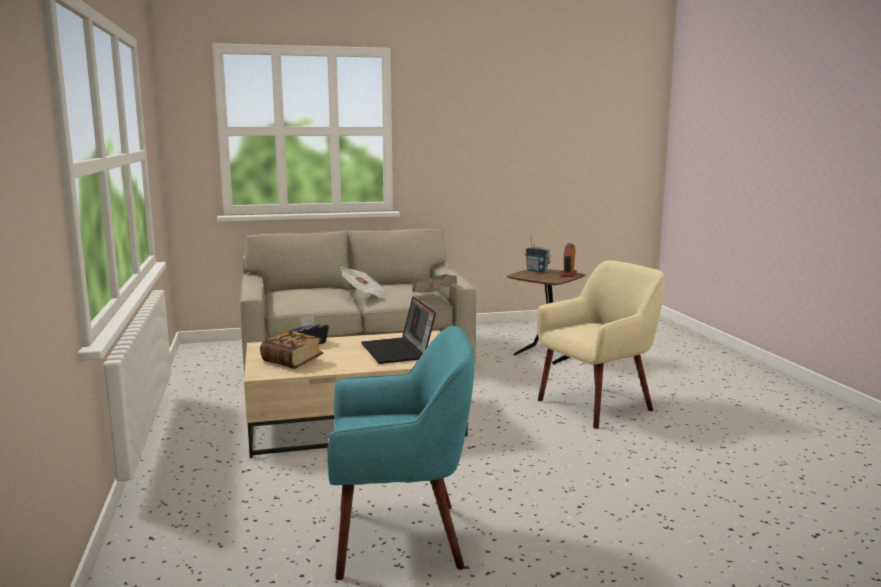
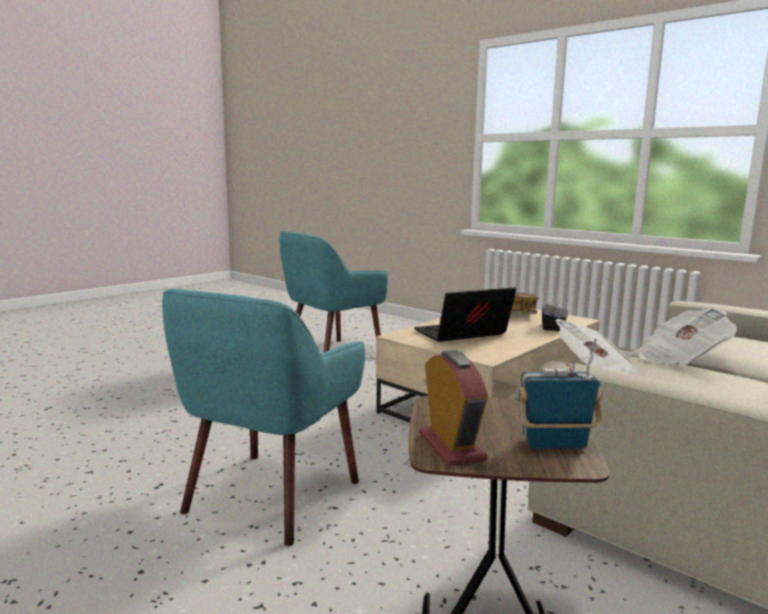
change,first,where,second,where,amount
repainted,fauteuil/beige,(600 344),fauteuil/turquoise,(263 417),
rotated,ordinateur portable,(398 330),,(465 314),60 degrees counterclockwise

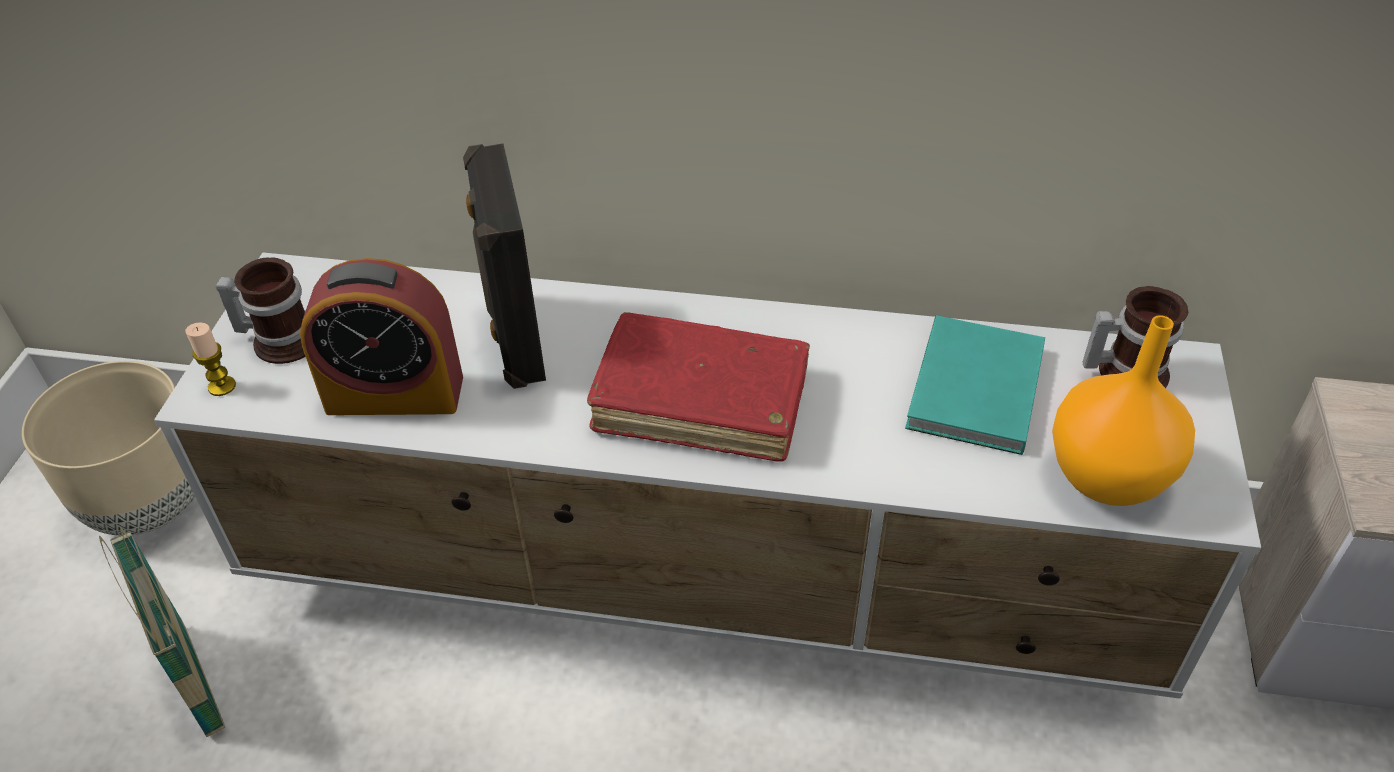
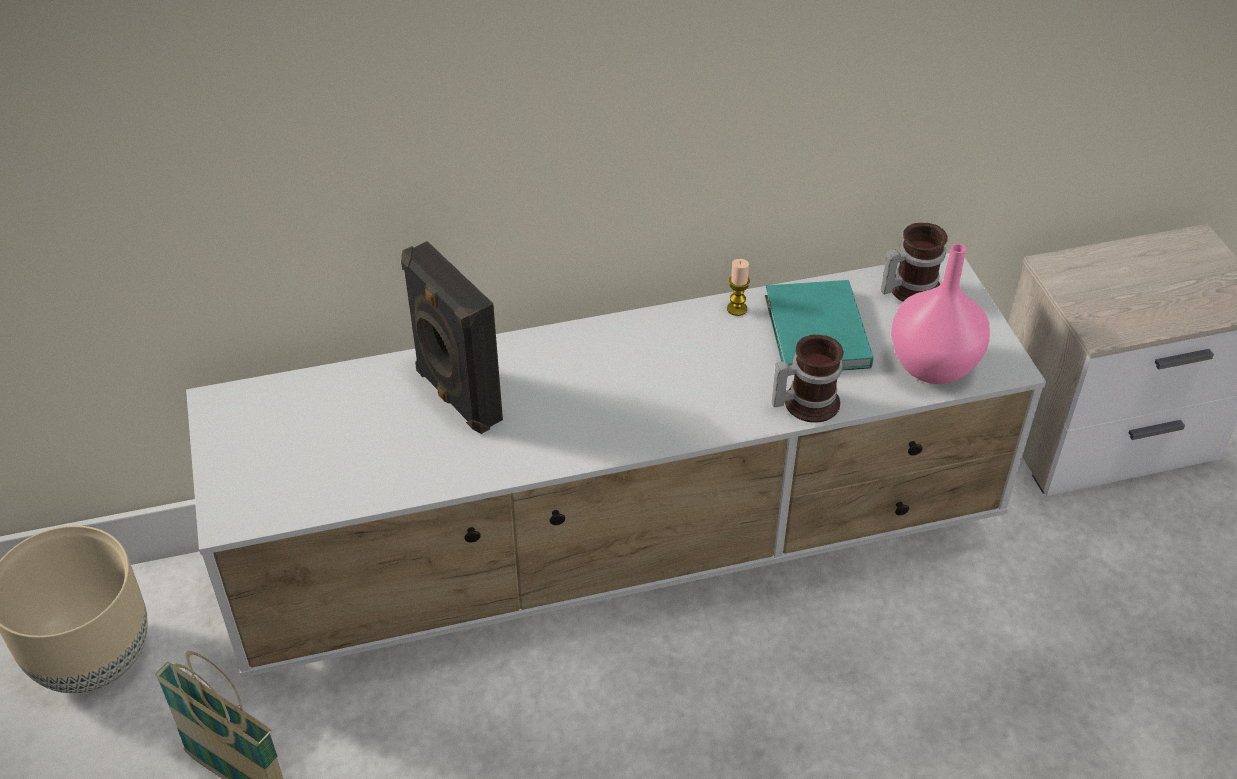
change,first,where,second,where,amount
shifted,bougie,(211 359),,(738 287),
shifted,mug,(260 310),,(808 379),
repainted,vase/orange,(1123 410),vase/rose,(940 314),
gone,réveil,(381 336),,,
gone,livre/rouge,(698 387),,,

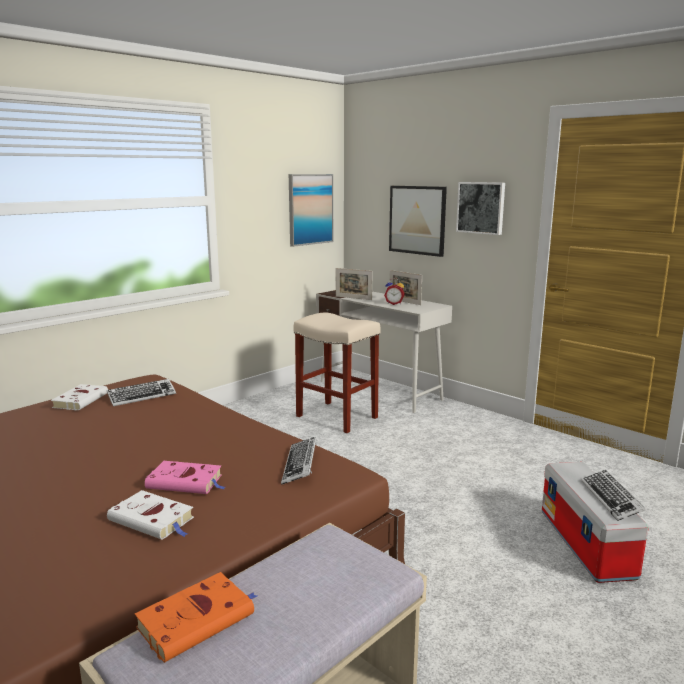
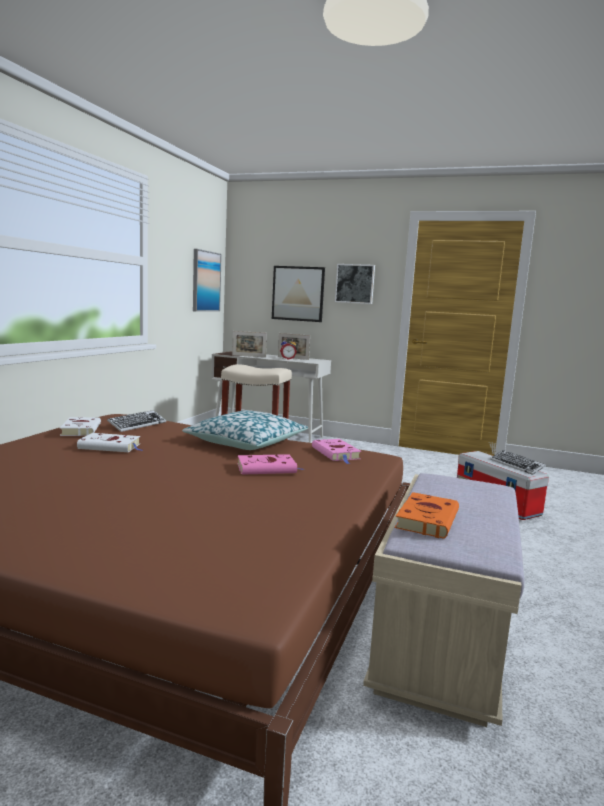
change,first,where,second,where,amount
shifted,livre/blanc,(150 515),,(110 442),
new,,,coussin,(245 430),
swapped,clavier,(299 461),livre/rose,(336 451),

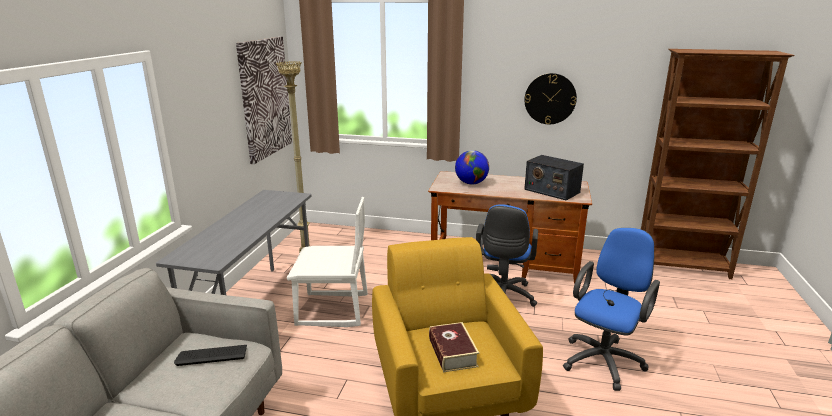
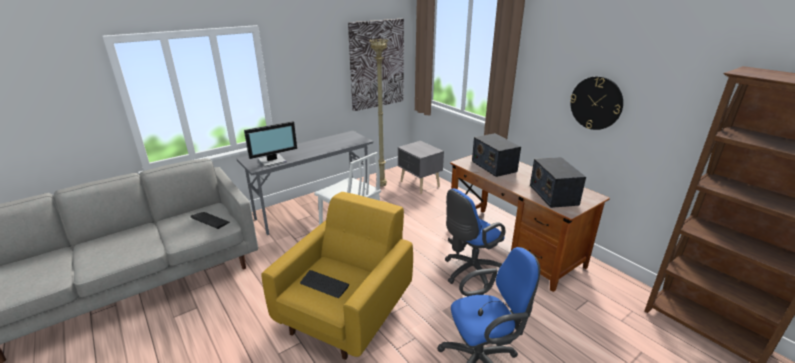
change,first,where,second,where,amount
new,,,écran d'ordinateur,(270 144),
swapped,livre,(454 347),clavier,(324 284),
new,,,table de chevet/gris,(421 167),
swapped,globe,(472 167),radio,(496 155),

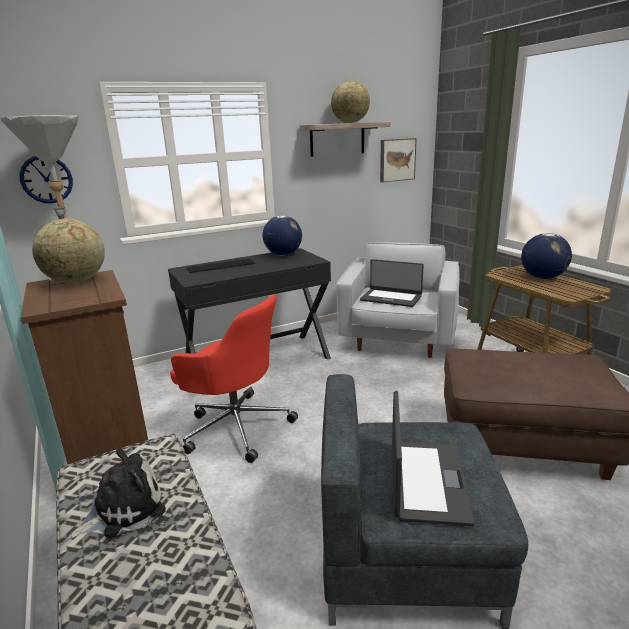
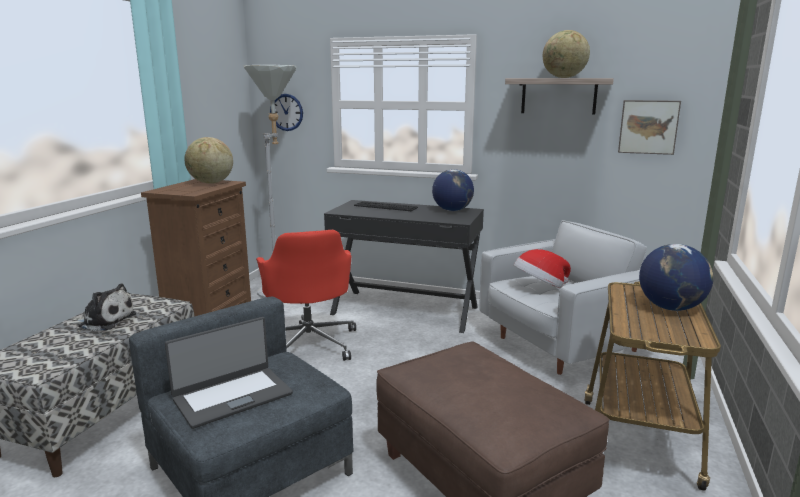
change,first,where,second,where,amount
swapped,ordinateur portable,(392 283),chapeau,(542 268),

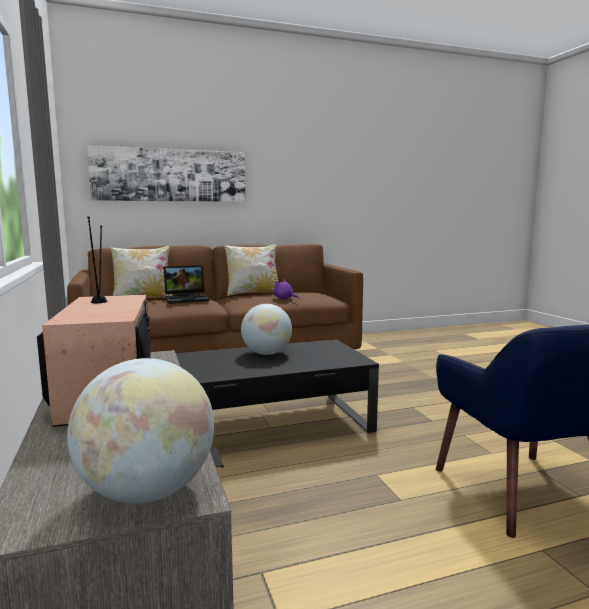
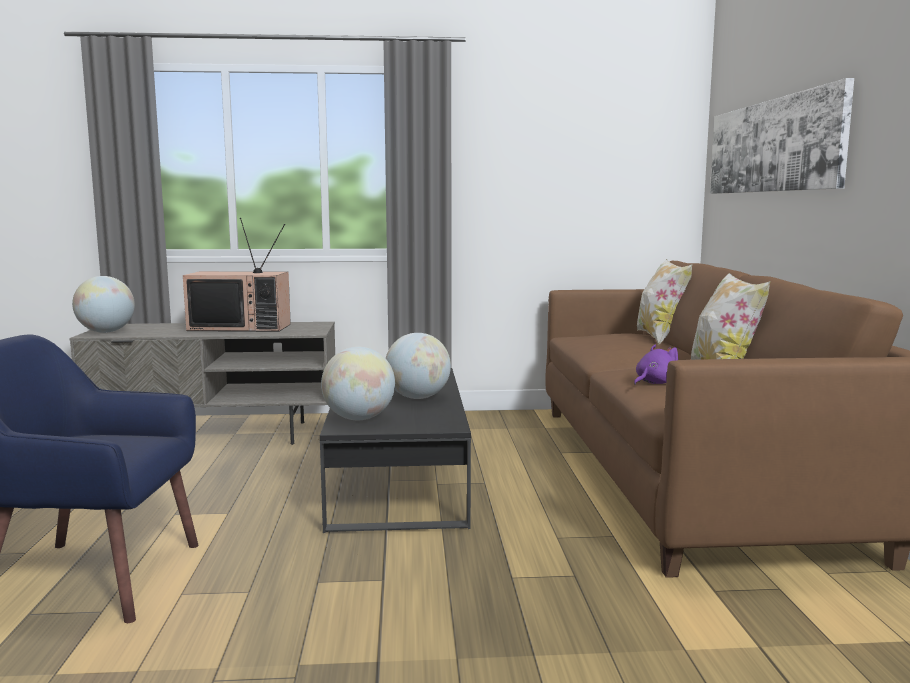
change,first,where,second,where,amount
new,,,globe,(358 383),
gone,ordinateur portable,(186 284),,,

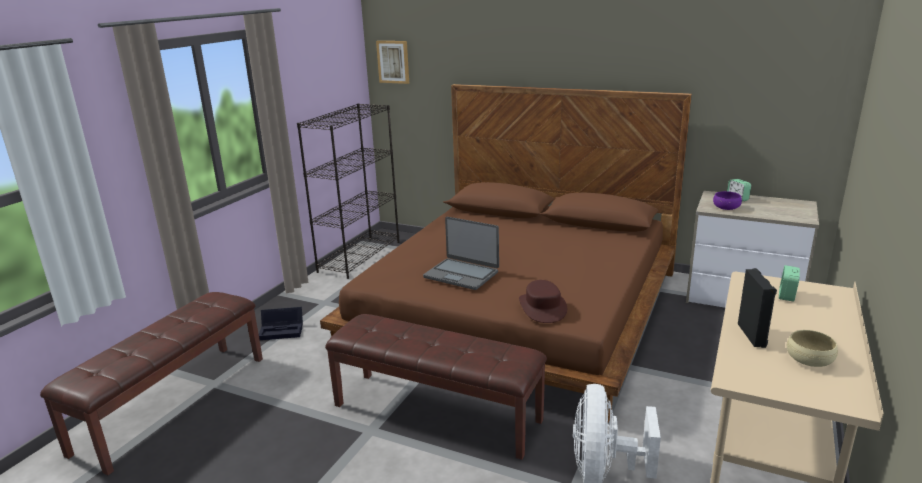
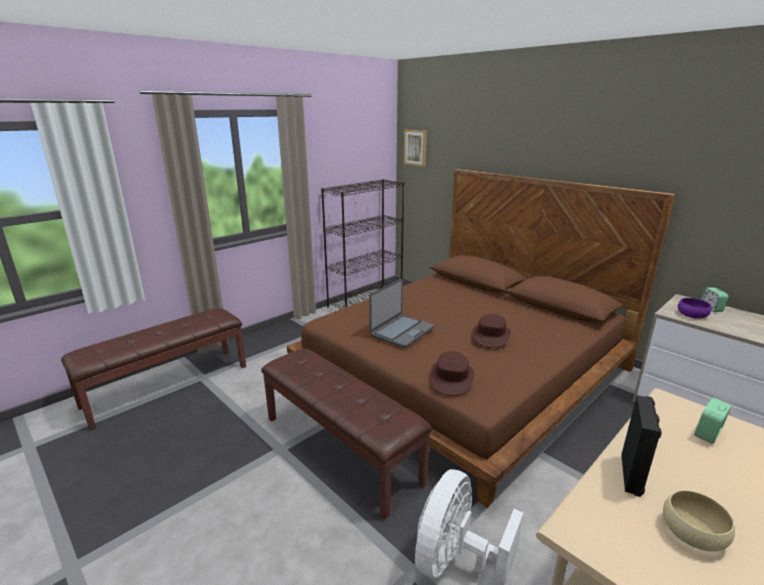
change,first,where,second,where,amount
rotated,ordinateur portable,(461 253),,(402 313),105 degrees counterclockwise
new,,,chapeau/marron,(491 331),
gone,boîte de rangement/noir,(281 323),,,

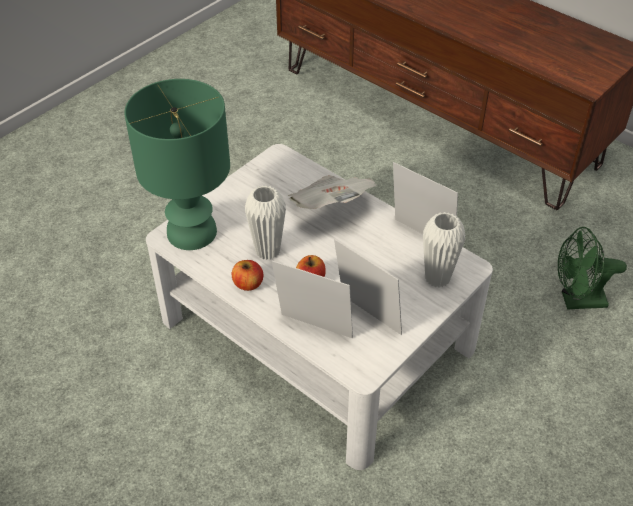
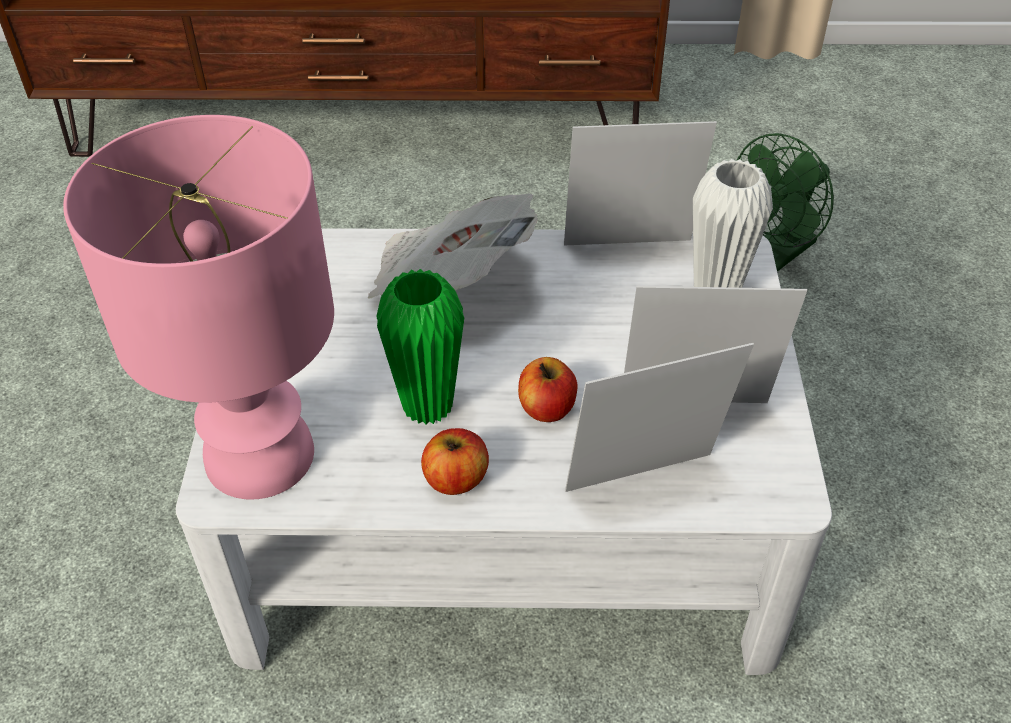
change,first,where,second,where,amount
repainted,lampe de table/vert,(177 164),lampe de table/rose,(198 307),
repainted,vase/blanc,(265 222),vase/vert,(420 346),

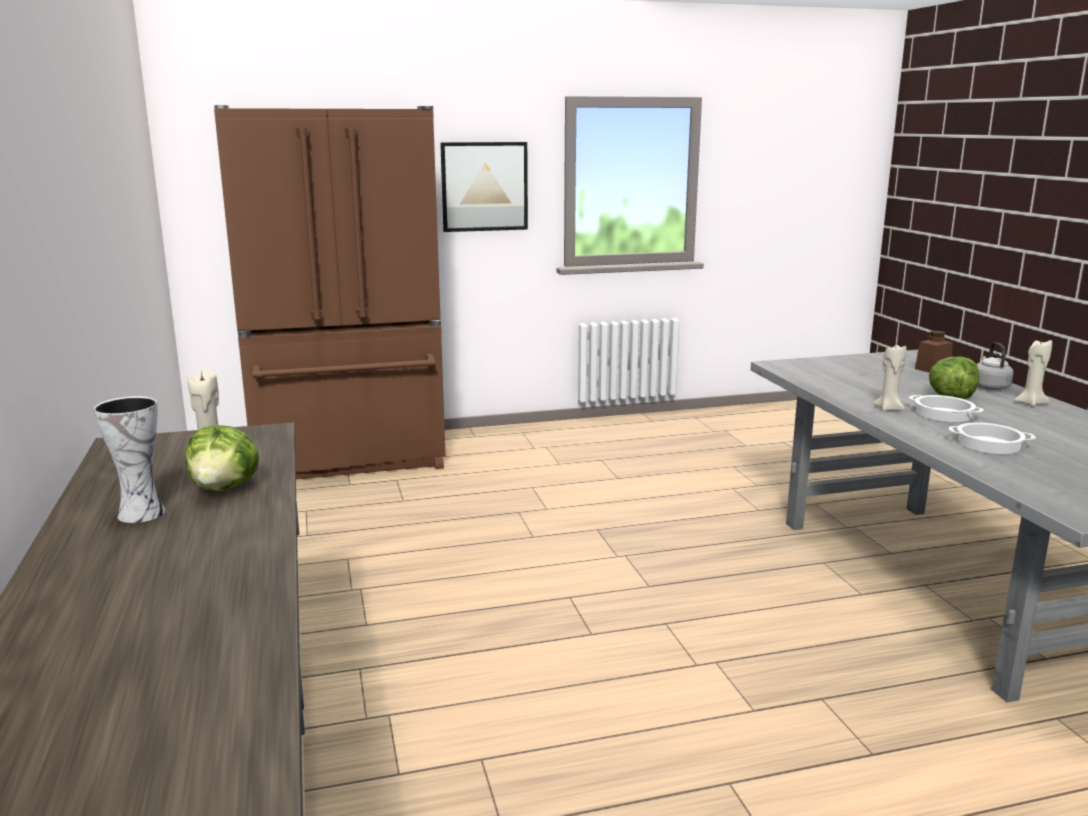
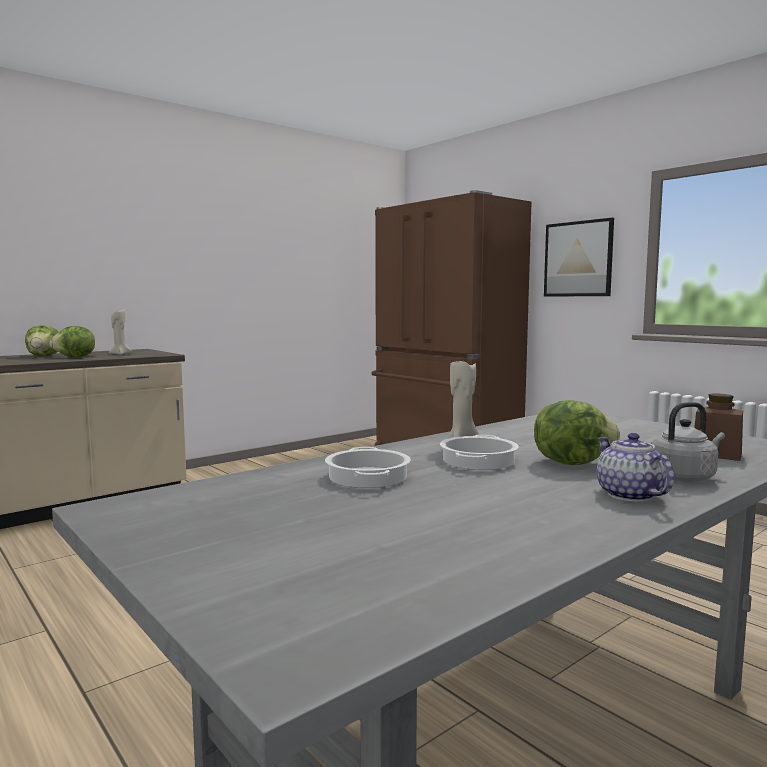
change,first,where,second,where,amount
swapped,vase,(129 459),laitue,(41 340),
swapped,bougie/beige,(1033 373),théière,(635 467),

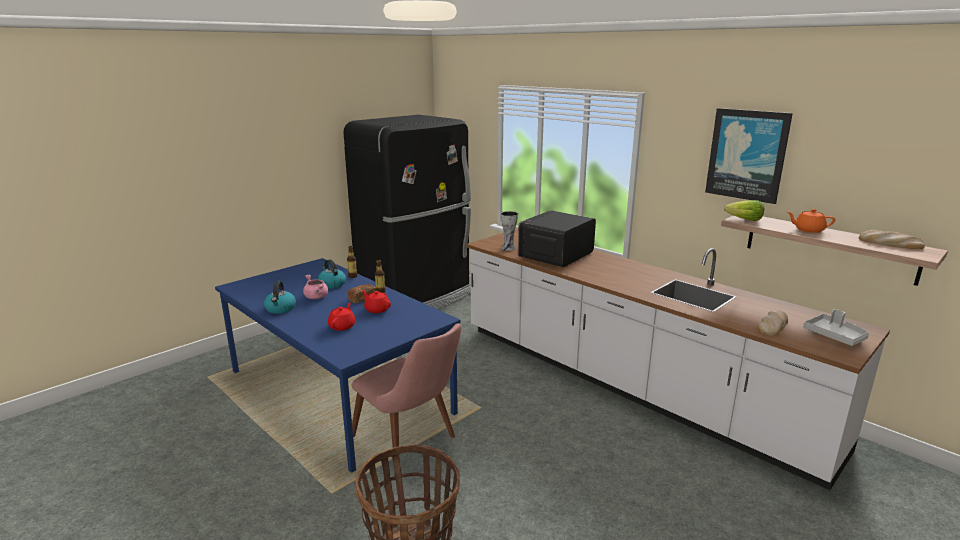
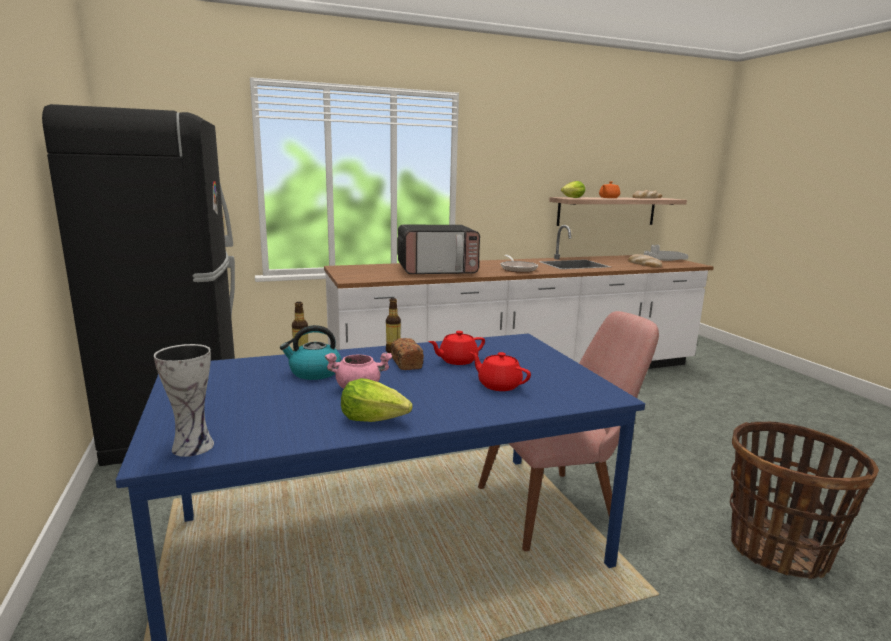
change,first,where,second,where,amount
shifted,vase,(509 231),,(184 400),
swapped,bouilloire,(280 297),laitue,(377 400),
rotated,micro-ondes,(557 238),,(438 249),75 degrees counterclockwise
new,,,poêle,(519 264),
gone,tableau,(749 156),,,

